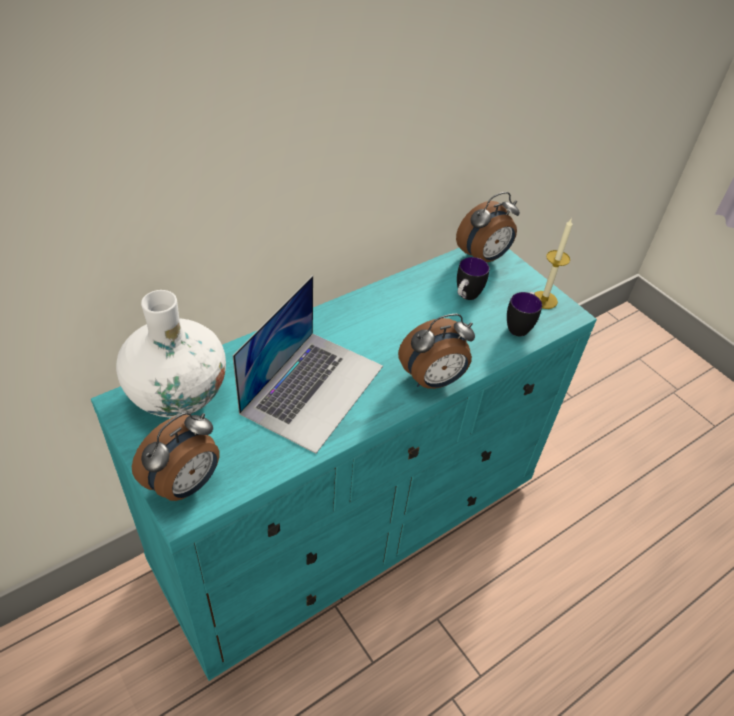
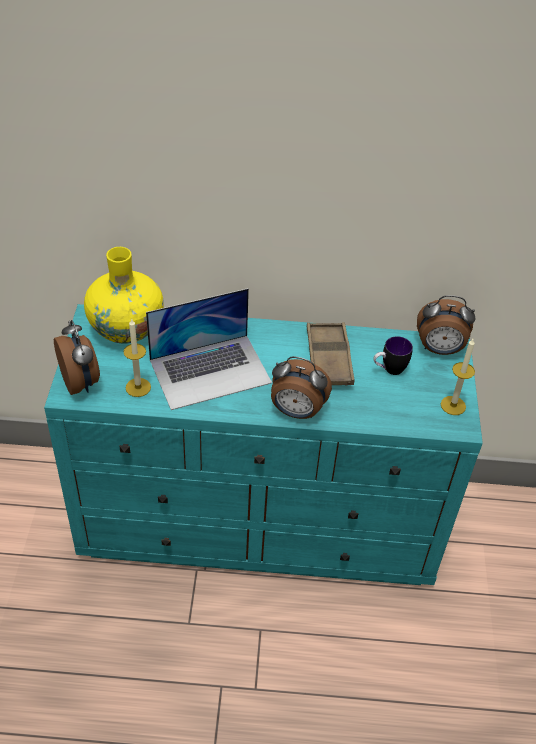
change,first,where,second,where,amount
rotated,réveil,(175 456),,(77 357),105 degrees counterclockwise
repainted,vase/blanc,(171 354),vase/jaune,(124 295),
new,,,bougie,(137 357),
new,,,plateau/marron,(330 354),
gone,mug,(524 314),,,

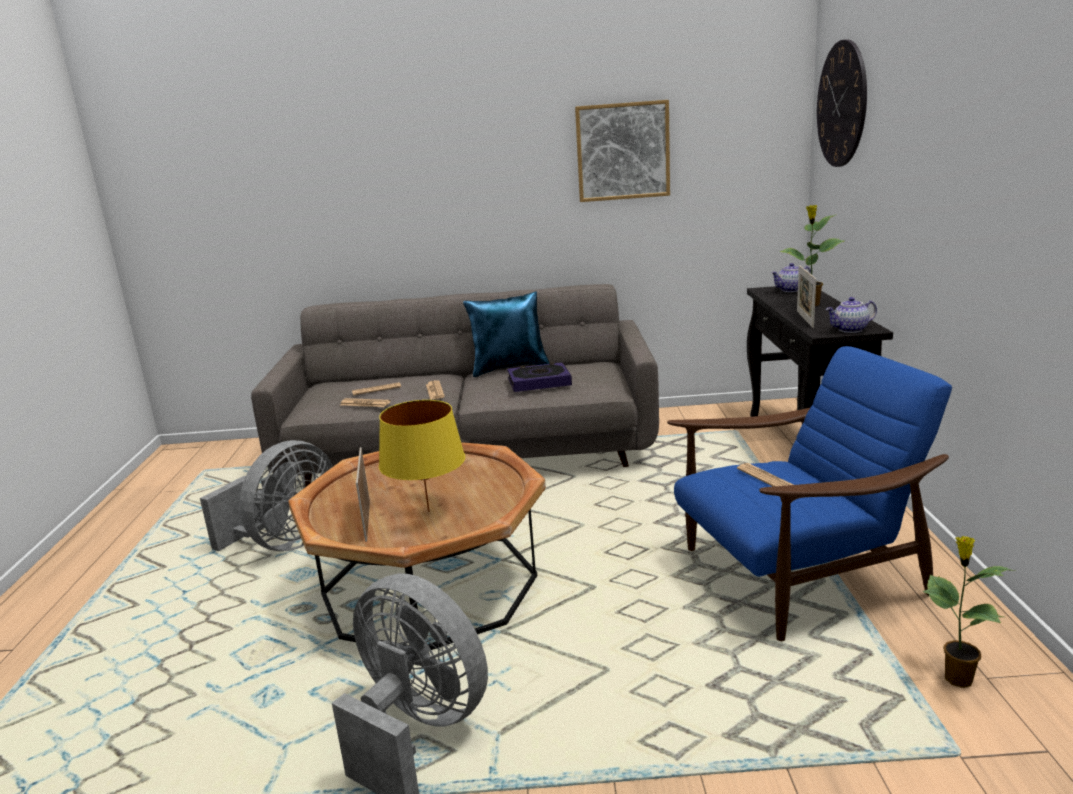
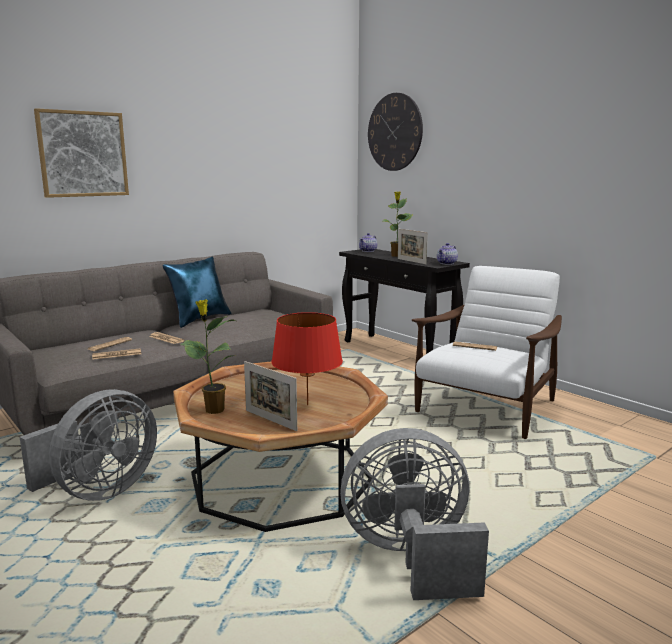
change,first,where,second,where,amount
rotated,ventilateur/gris,(266 495),,(88 445),45 degrees clockwise
shifted,tableau,(622 151),,(81 153),
shifted,plante en pot,(969 612),,(208 357),
repainted,lampe de table/jaune,(422 456),lampe de table/rouge,(307 358),
repainted,fauteuil/bleu,(809 493),fauteuil/blanc,(487 352),
gone,livre,(539 377),,,

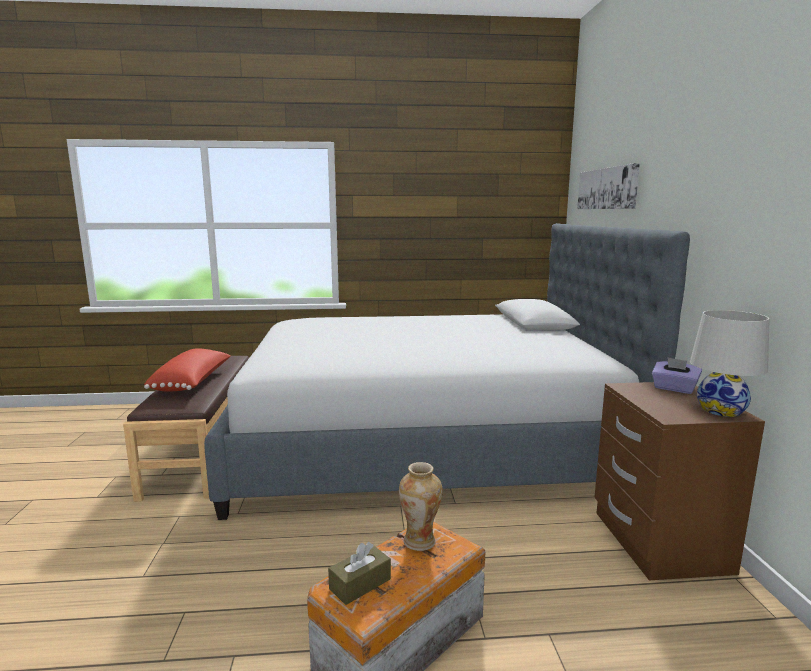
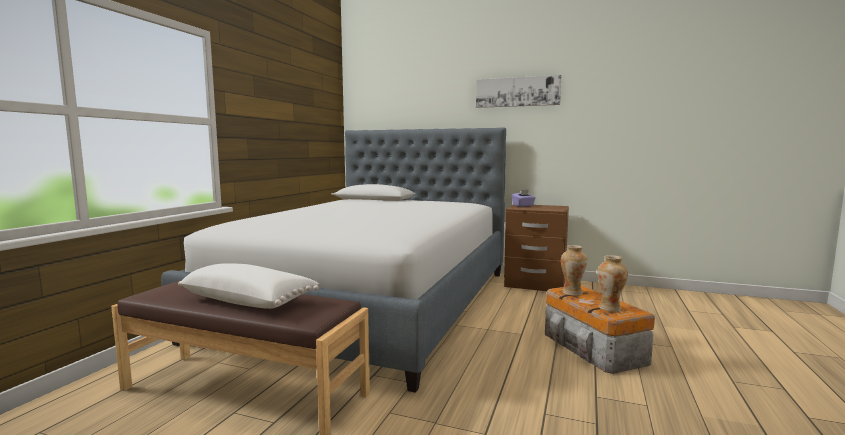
change,first,where,second,where,amount
repainted,coussin/rouge,(187 370),coussin/blanc,(248 286),
shifted,tableau,(608 186),,(518 91),
swapped,boîte à mouchoirs/marron,(359 573),vase,(613 283),
gone,lampe de table/blanc,(729 363),,,

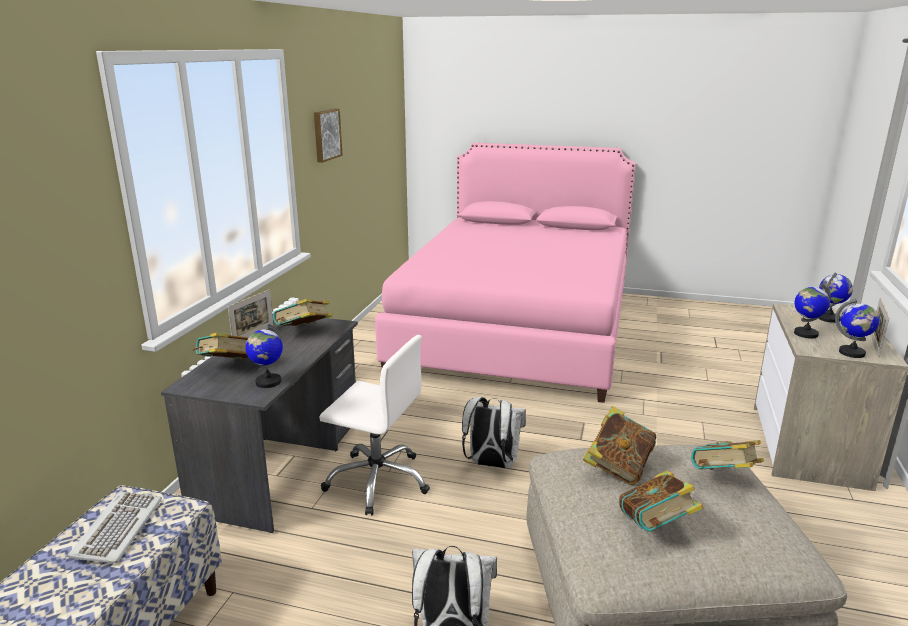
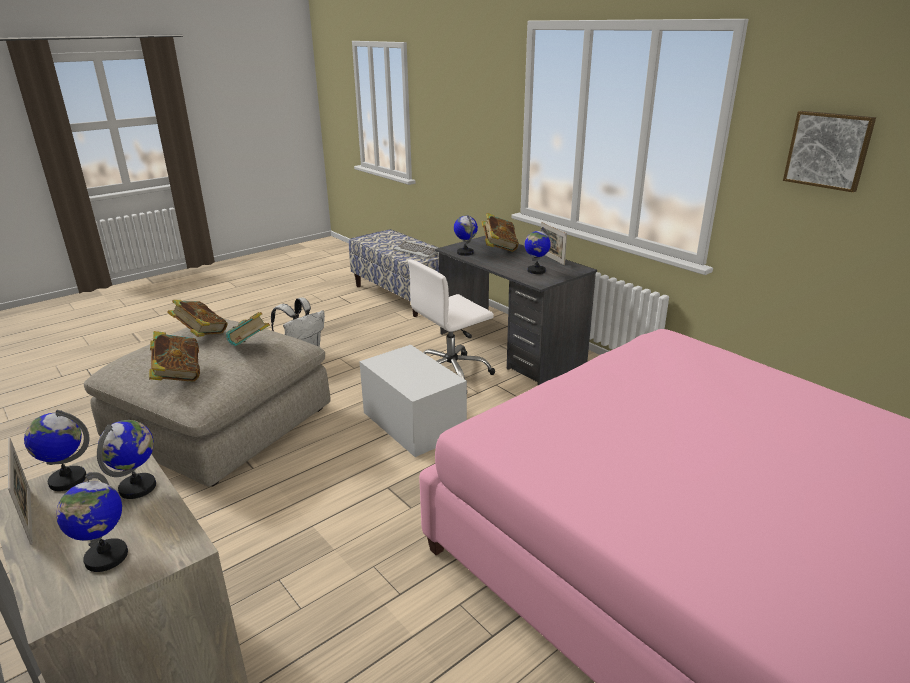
change,first,where,second,where,amount
swapped,sac à dos/blanc,(494 432),boîte de rangement/blanc,(413 401),
swapped,livre,(303 313),globe,(537 250),

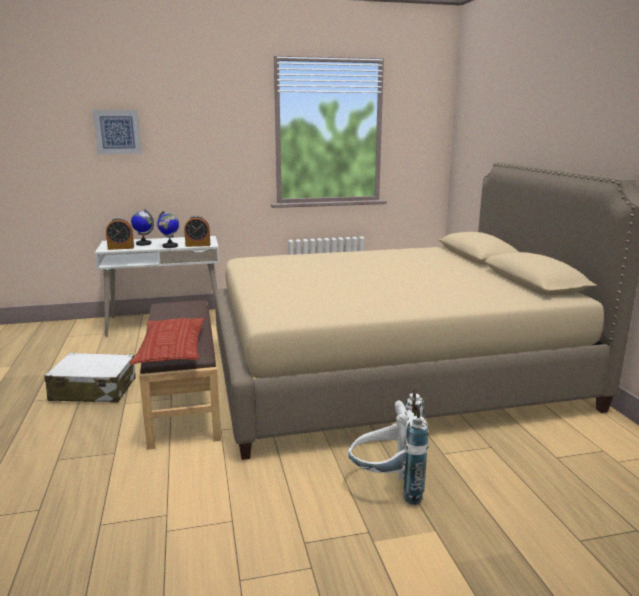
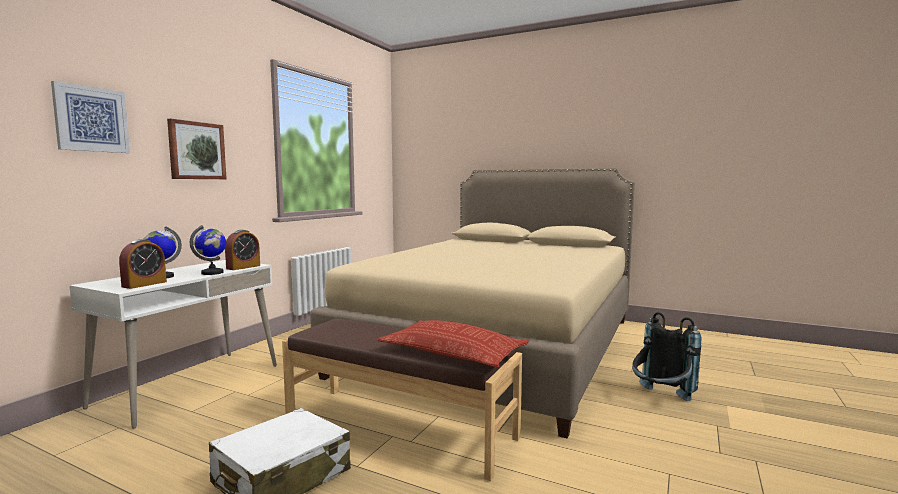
change,first,where,second,where,amount
new,,,tableau,(197 149),
repainted,sac à dos/blanc,(388 446),sac à dos/noir,(666 356),

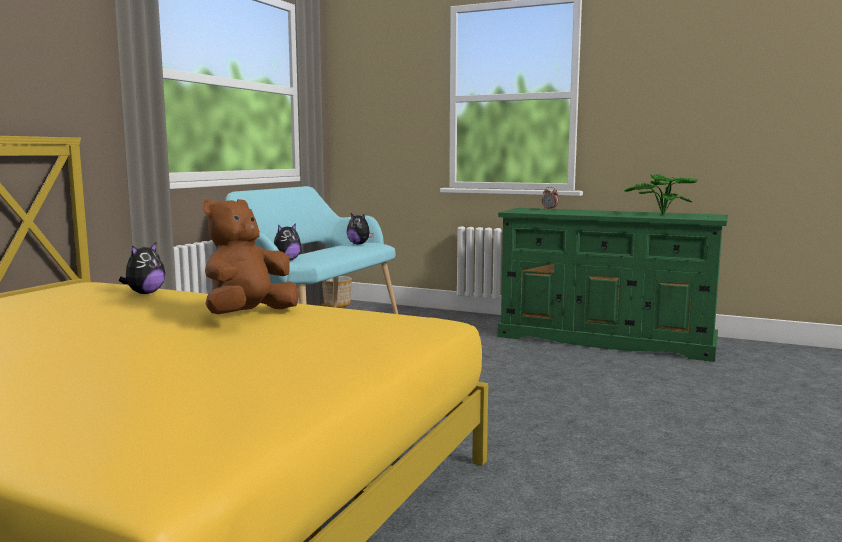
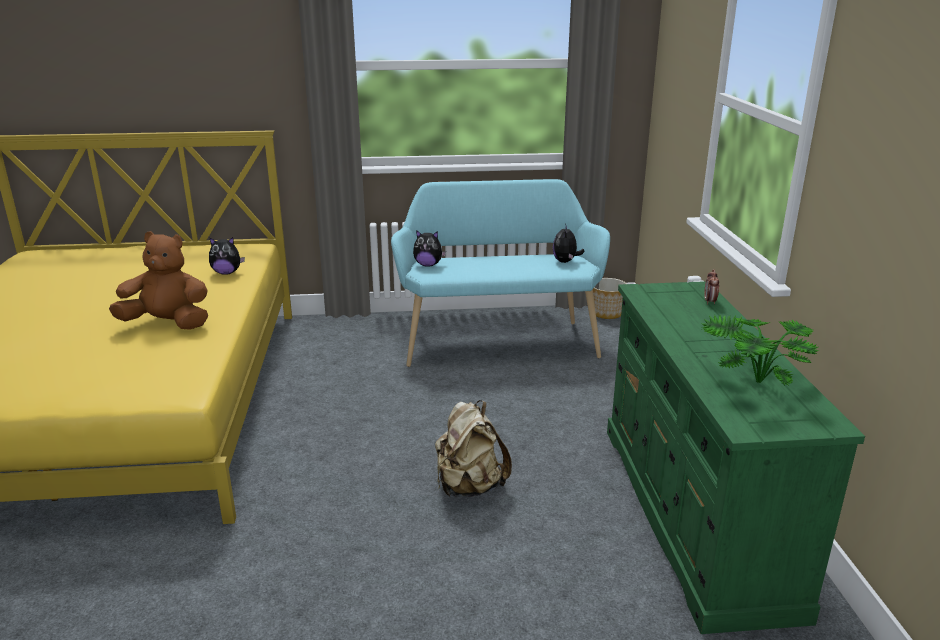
change,first,where,second,where,amount
new,,,sac à dos/beige,(473 448),

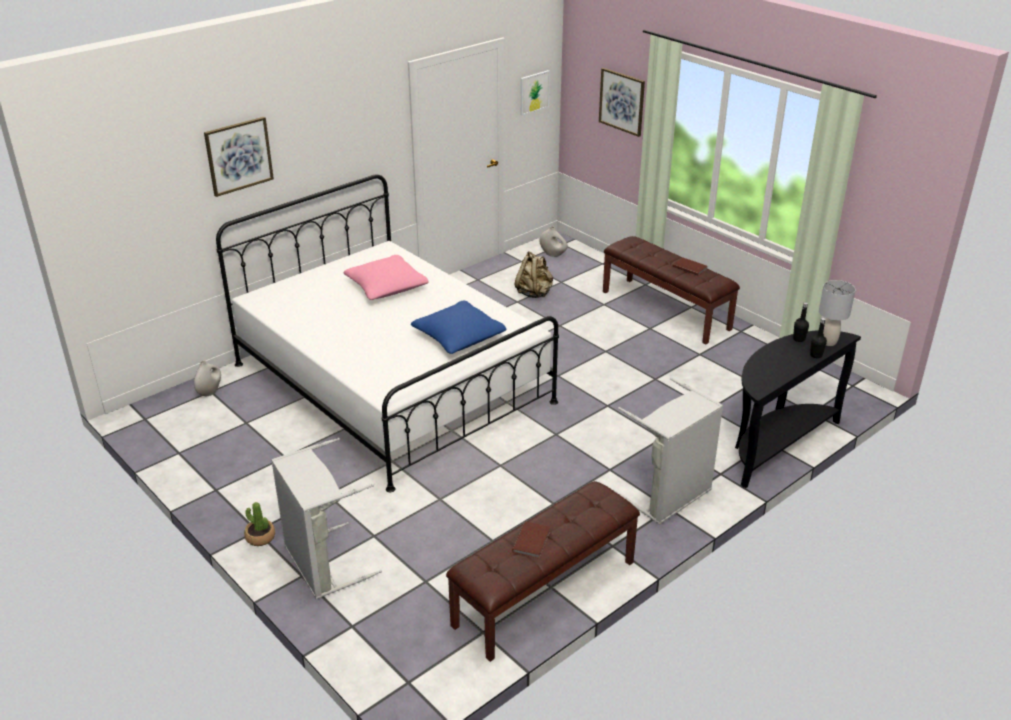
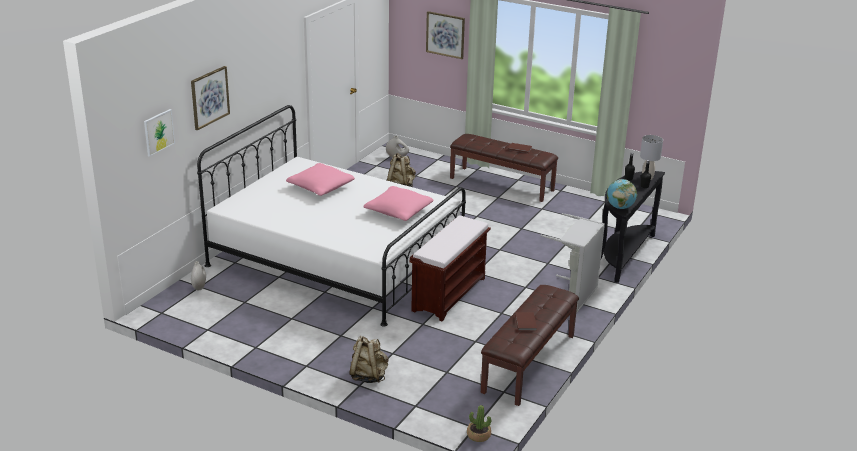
change,first,where,second,where,amount
shifted,tableau,(535 92),,(159 133),
swapped,panier à linge/gris,(326 518),sac à dos/beige,(369 359),
repainted,coussin/bleu,(458 327),coussin/rose,(398 203),
new,,,banc/marron,(450 268),
shifted,plante en pot,(259 524),,(479 423),
new,,,globe,(622 194),

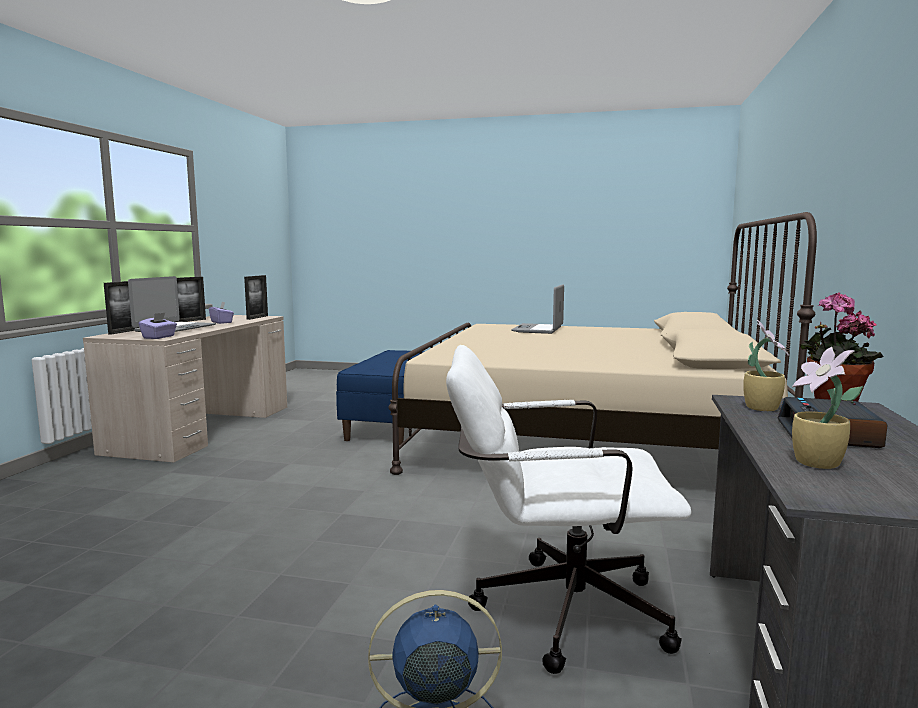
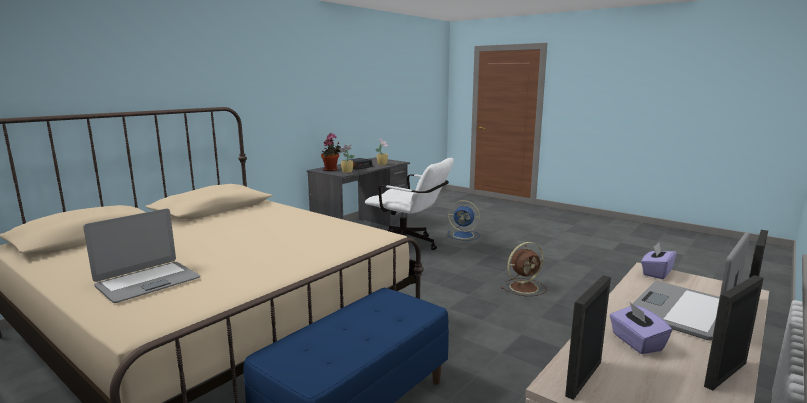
change,first,where,second,where,amount
new,,,ventilateur/marron,(524 269),

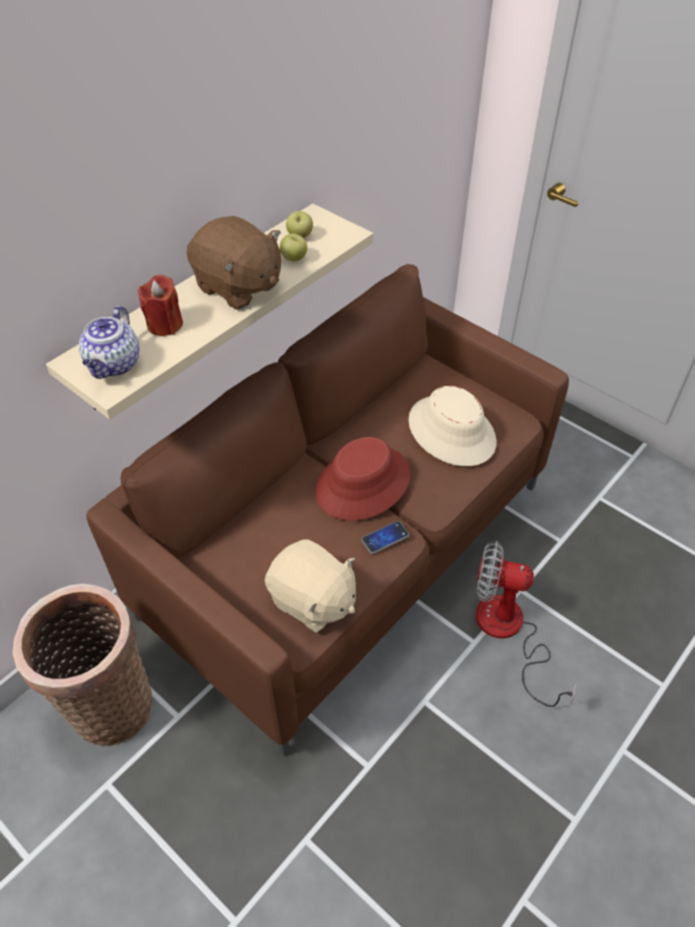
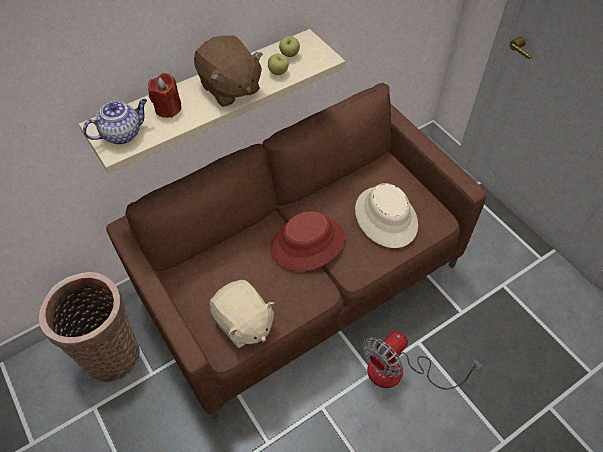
change,first,where,second,where,amount
rotated,théière,(109 342),,(115 122),150 degrees counterclockwise
rotated,ventilateur,(526 624),,(422 360),75 degrees counterclockwise
gone,téléphone,(385 537),,,

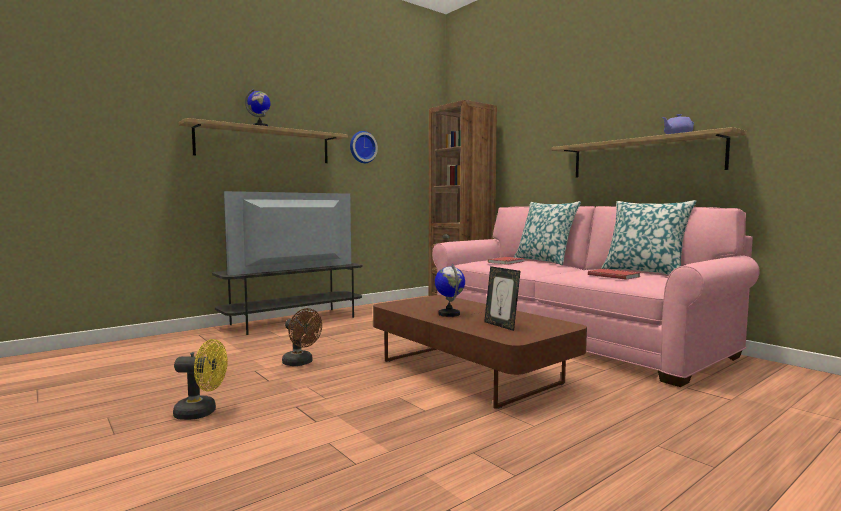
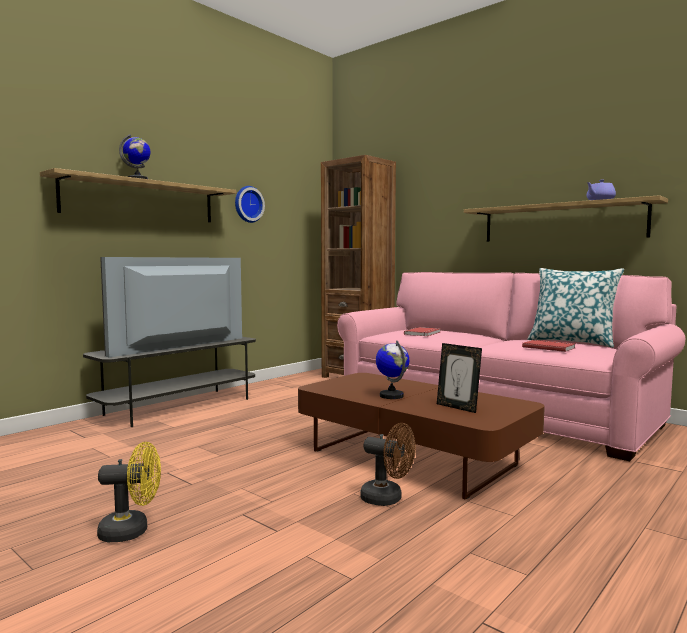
change,first,where,second,where,amount
shifted,ventilateur/marron,(302 337),,(388 464),
gone,coussin,(547 233),,,

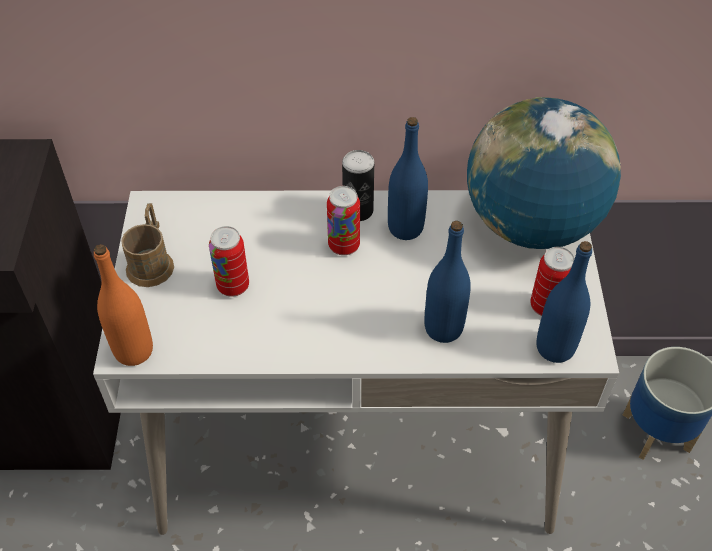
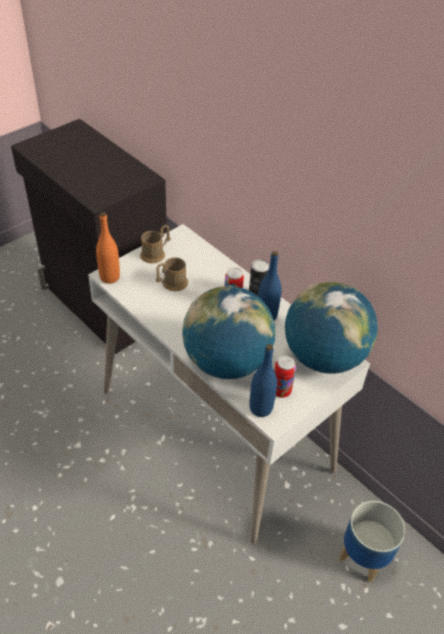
change,first,where,second,where,amount
swapped,boîte métallique,(229 261),mug/marron,(172 274),
swapped,bouteille/bleu,(448 282),globe,(229 332),

